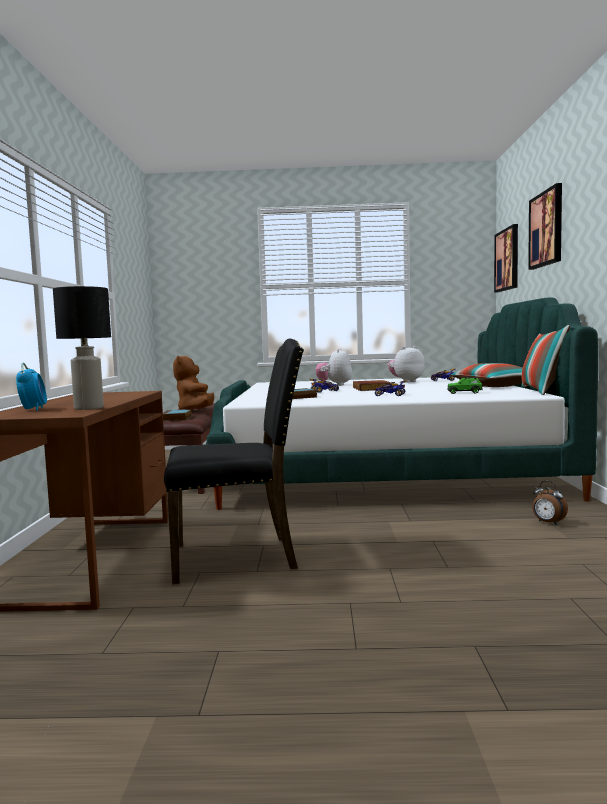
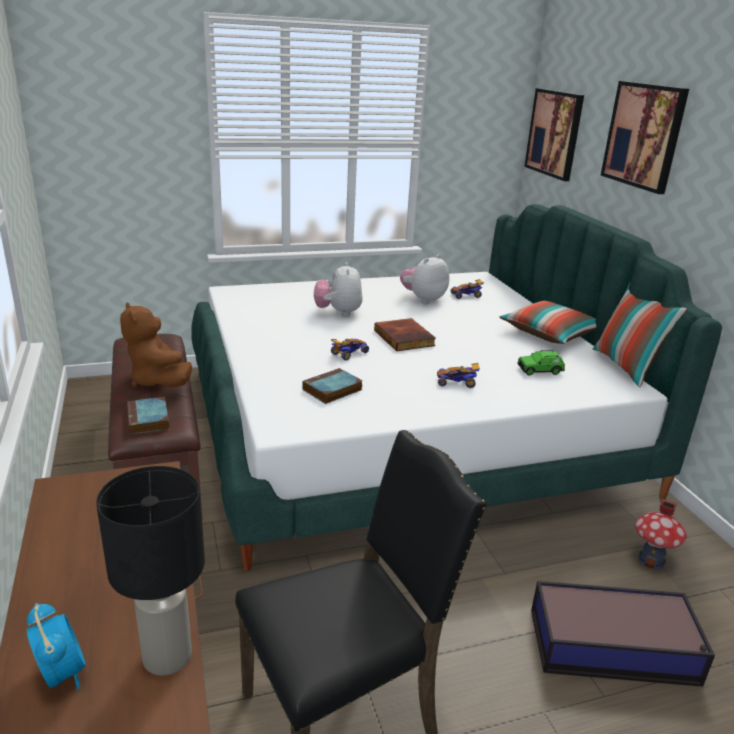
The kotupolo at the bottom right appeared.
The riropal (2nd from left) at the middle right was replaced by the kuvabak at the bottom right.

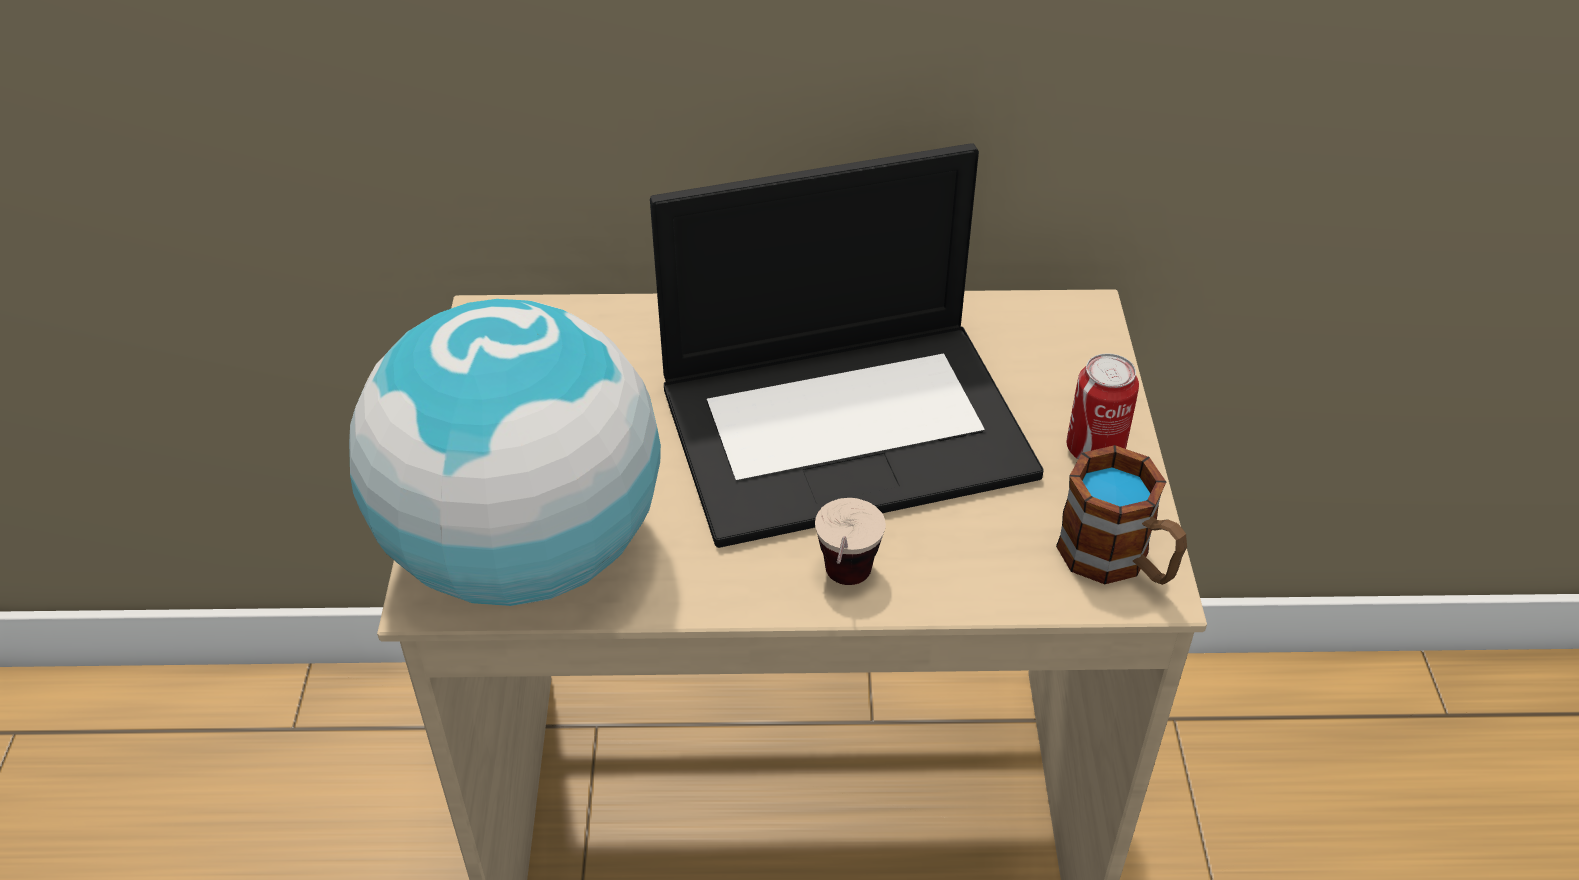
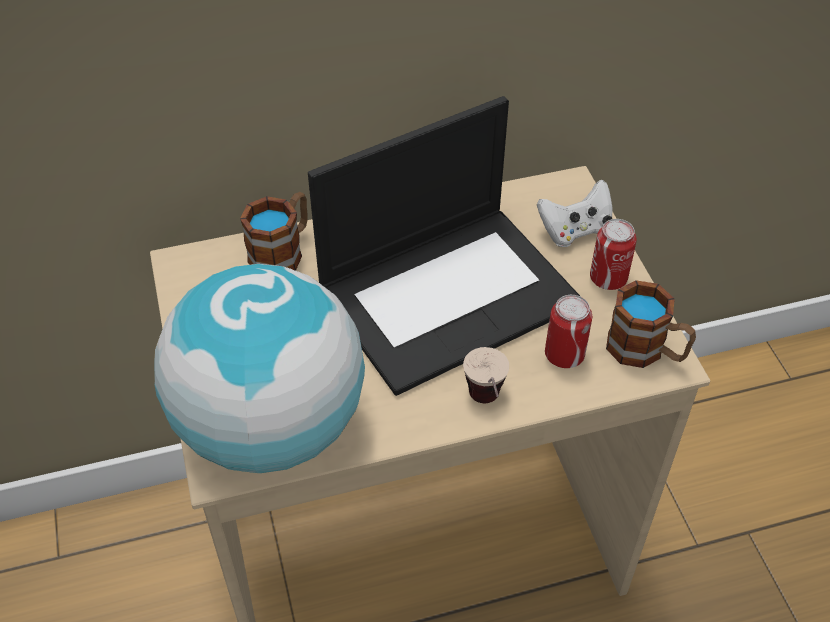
The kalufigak (1st from left) at the middle left appeared.
The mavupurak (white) at the middle right appeared.
The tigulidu (1st from left) at the middle right appeared.

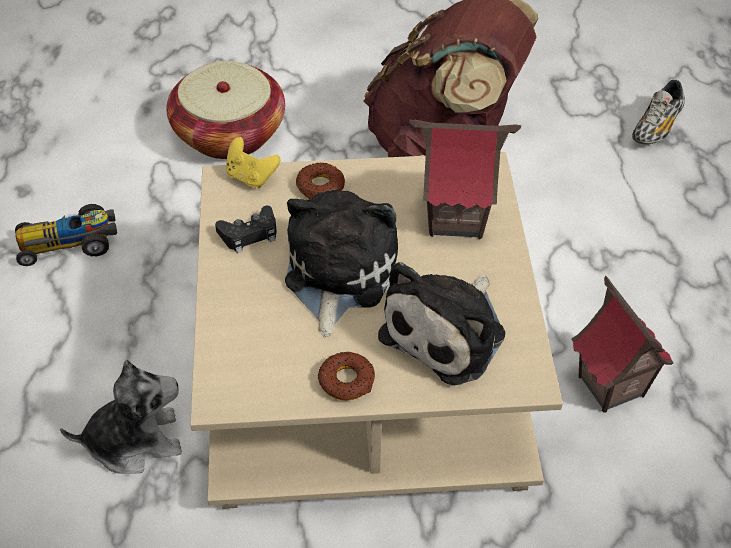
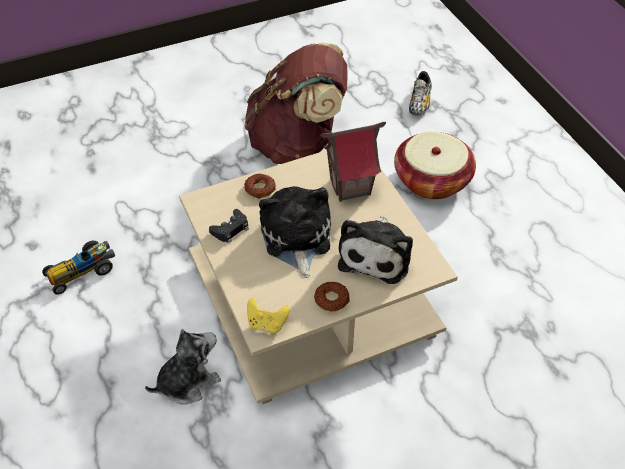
The kuvabak (2nd from left) at the middle right disappeared.
The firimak moved from the top left to the middle right.
The mavupurak (yellow) moved from the top centre to the bottom centre.

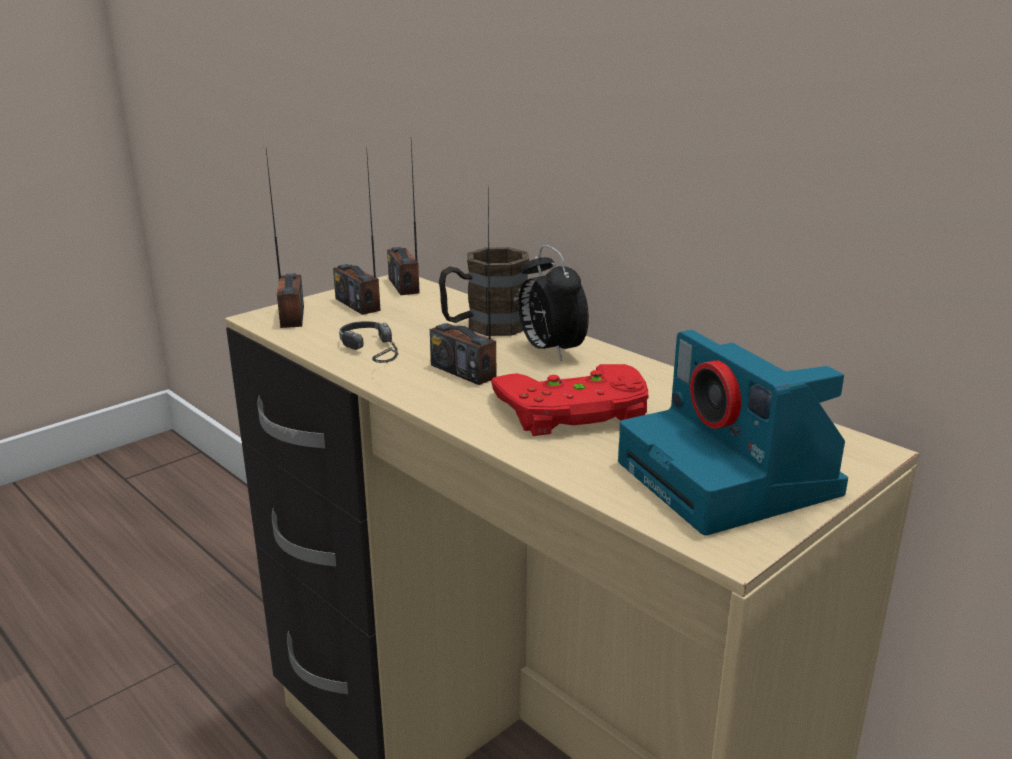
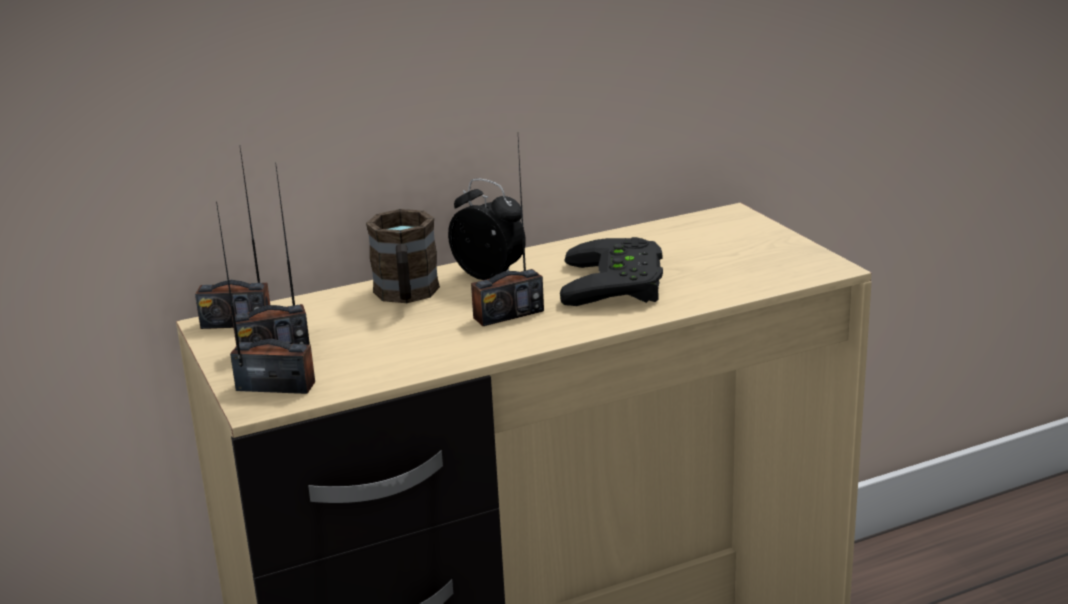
The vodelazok at the centre disappeared.
The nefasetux at the middle right disappeared.
The mavupurak (red) at the centre became the mavupurak (black) at the centre.
The riropal at the centre turned 135 degrees counterclockwise.

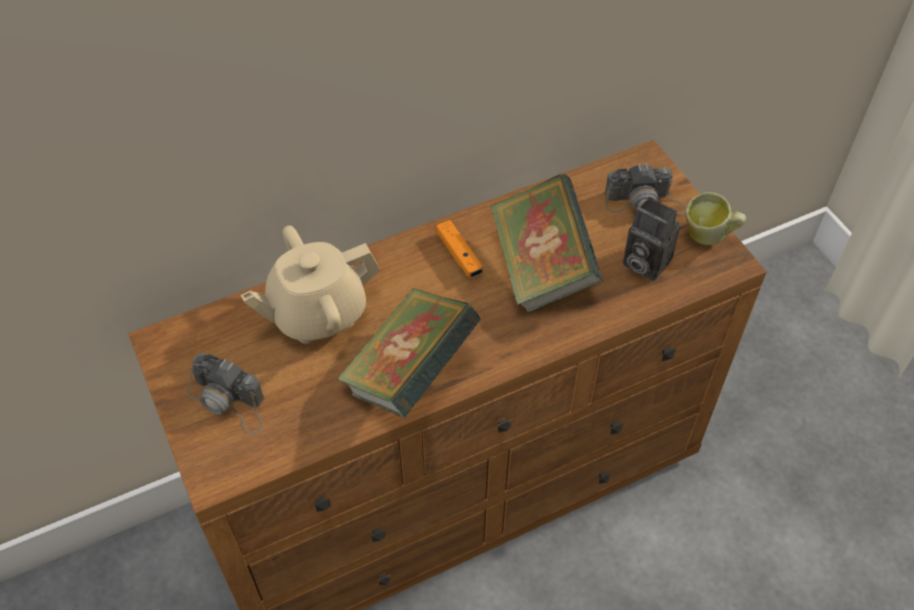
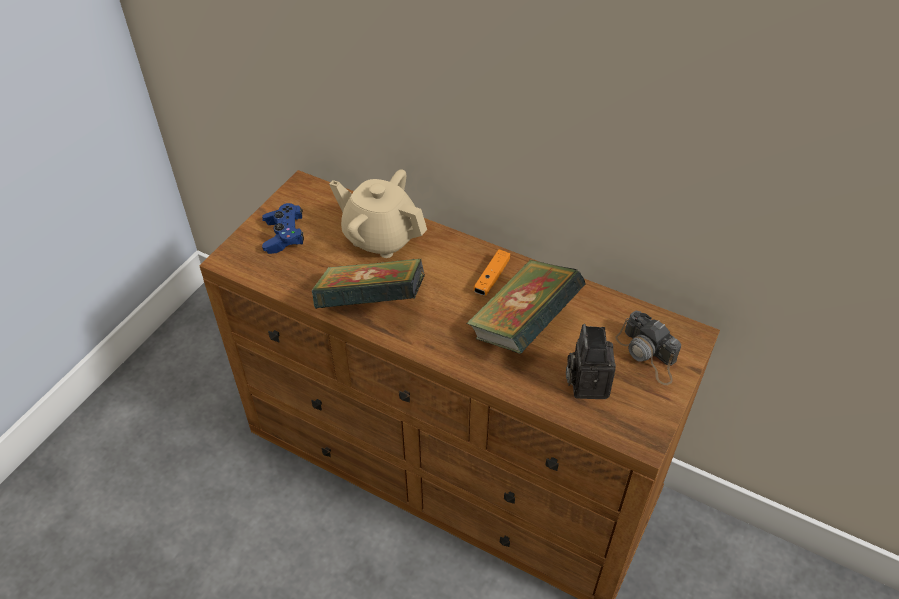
The kalufigak at the middle right disappeared.
The nefasetux (1st from left) at the middle left was replaced by the mavupurak (blue) at the middle left.

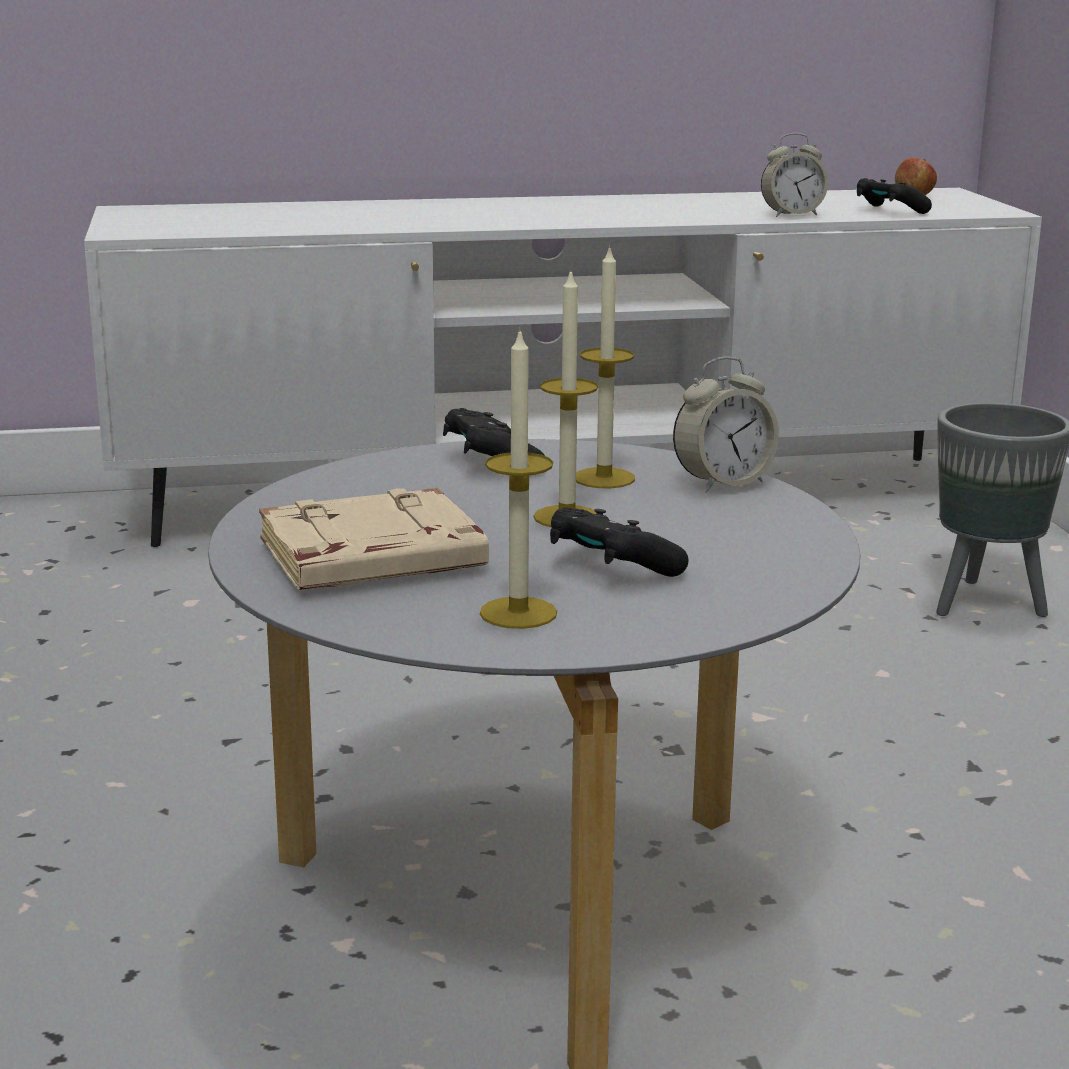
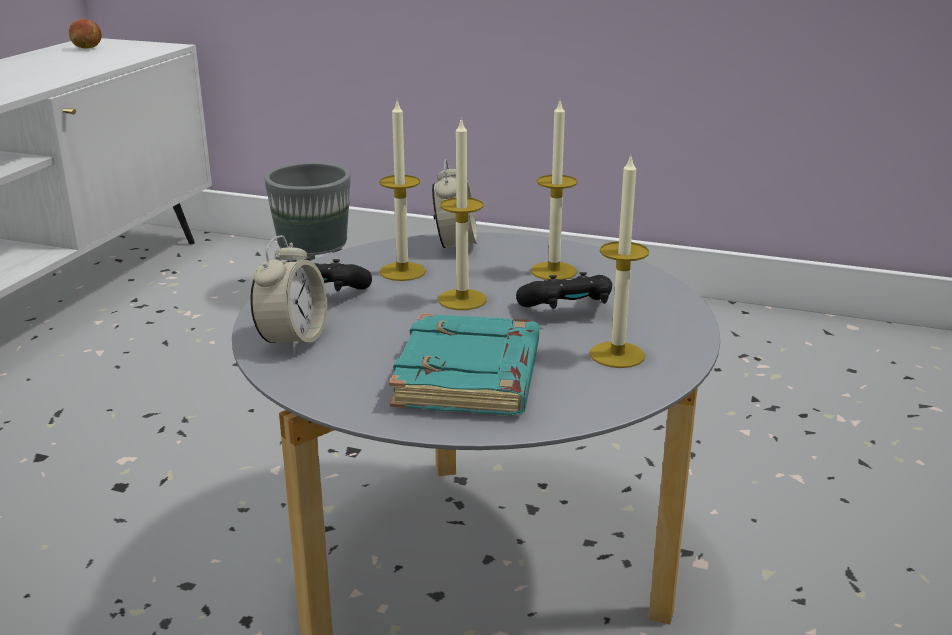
The mavupurak (black) (3rd from left) at the top right disappeared.
The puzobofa (3rd from left) at the top centre appeared.
The riropal (2nd from left in the first image) moved from the top right to the middle left.
The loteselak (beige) at the centre became the loteselak (turquoise) at the centre.

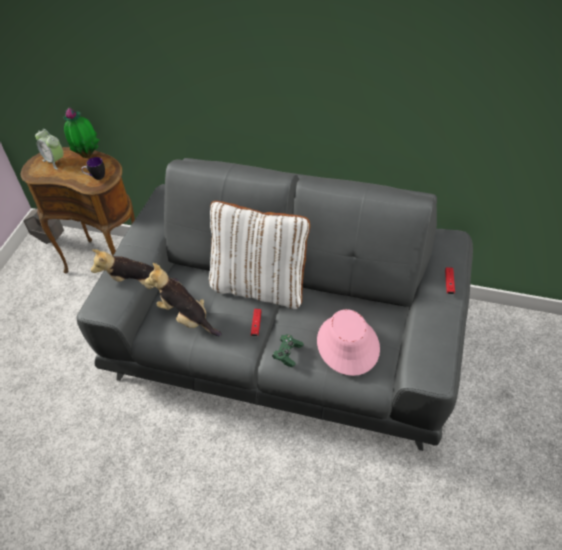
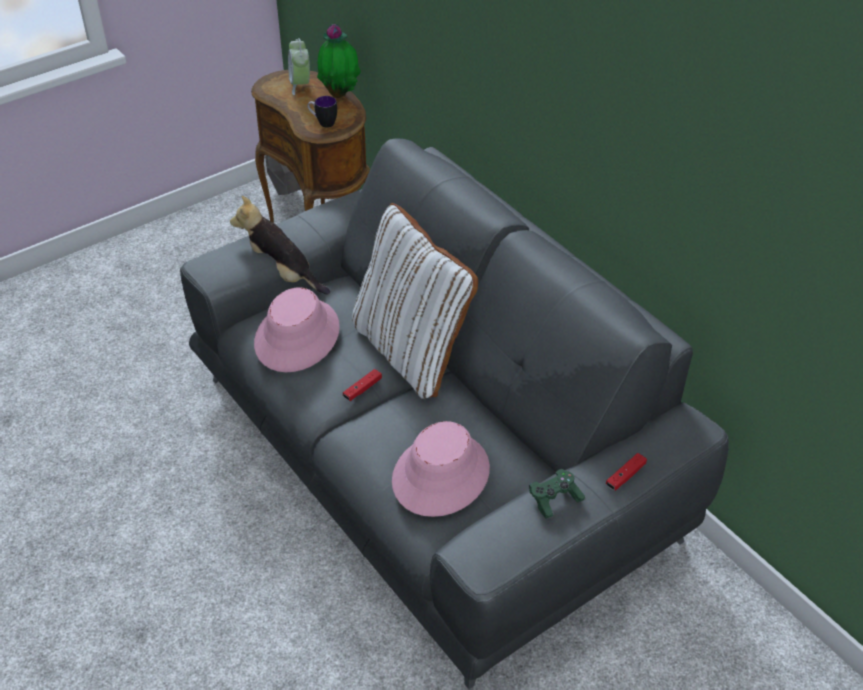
The mavupurak (green) moved from the centre to the bottom centre.
The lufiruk (2nd from left) at the middle left was replaced by the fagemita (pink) (1st from left) at the centre.

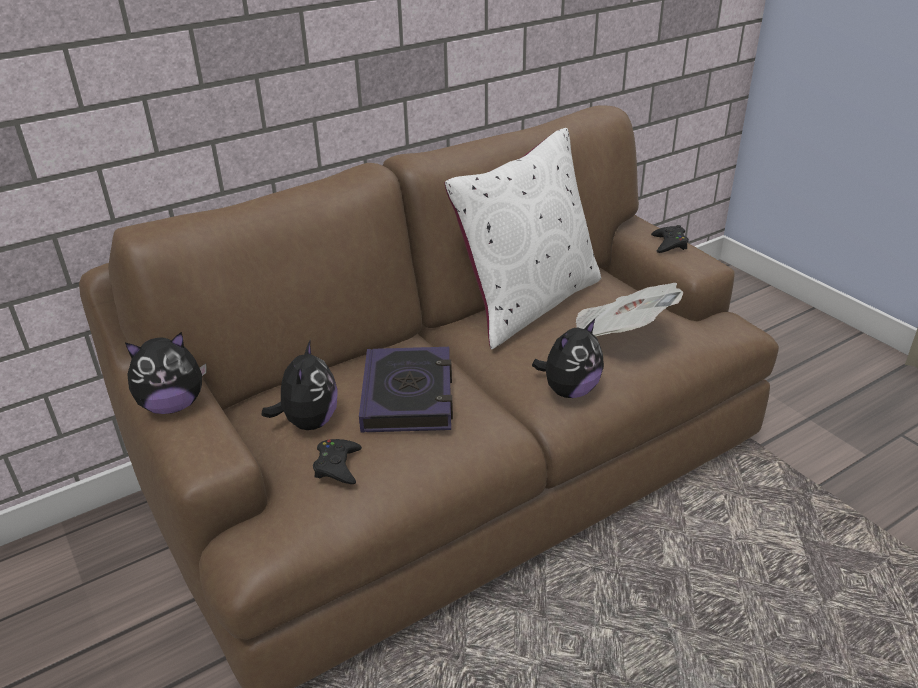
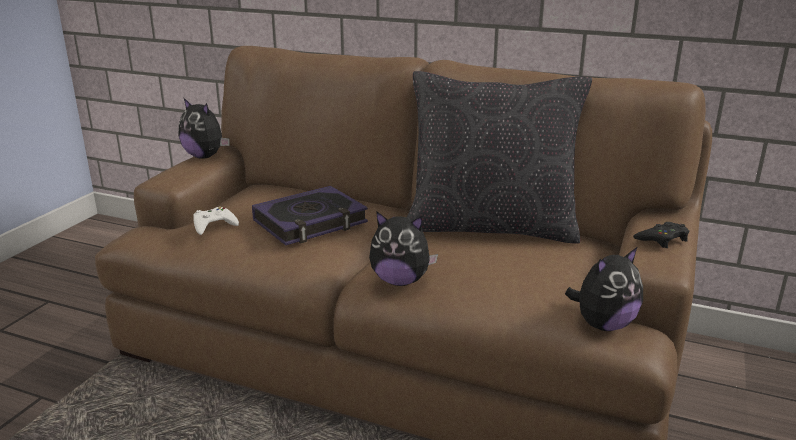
The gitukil at the middle right disappeared.
The lufiruk (2nd from left in the first image) moved from the middle left to the middle right.
The mavupurak (black) (1st from left) at the bottom centre became the mavupurak (white) at the middle left.
The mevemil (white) at the centre became the mevemil (black) at the centre.

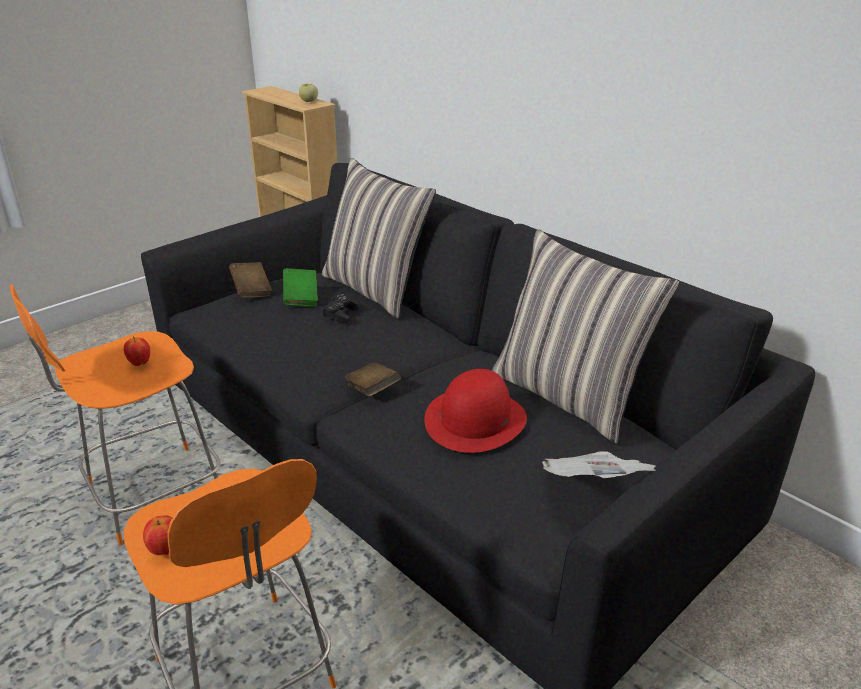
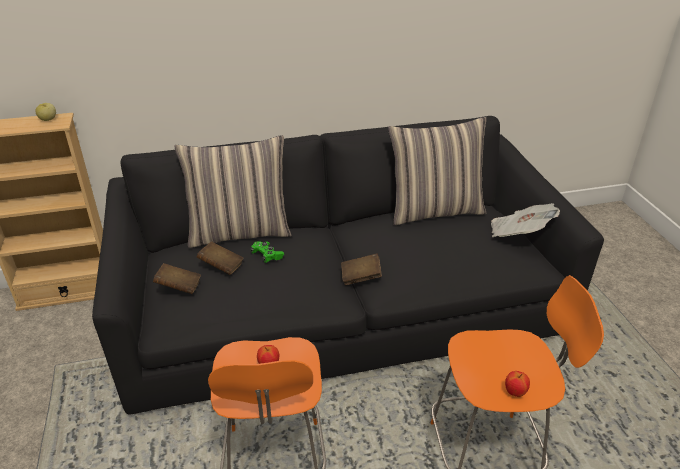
The fagemita (red) at the centre disappeared.
The loteselak (green) at the centre became the loteselak (brown) (2nd from left) at the middle left.
The mavupurak (black) at the centre became the mavupurak (green) at the centre.

